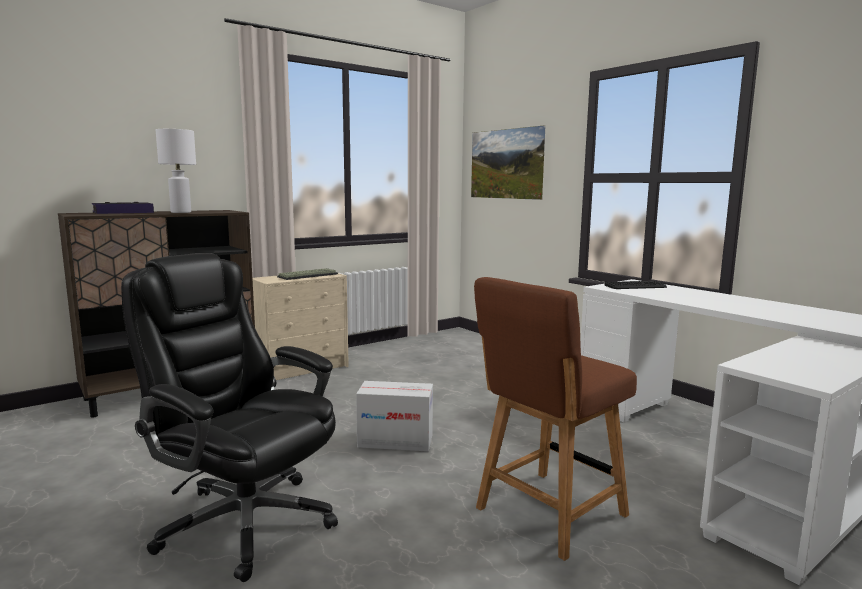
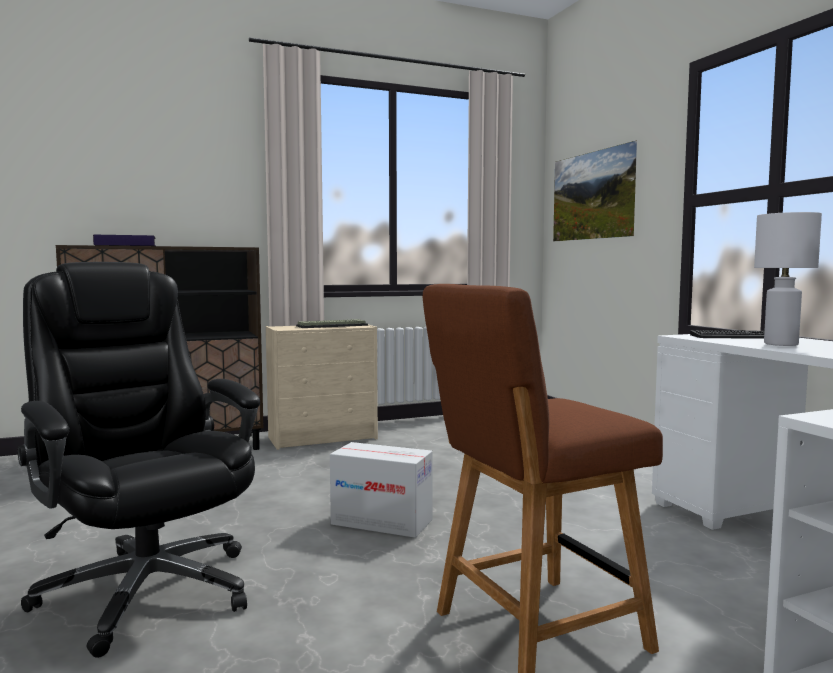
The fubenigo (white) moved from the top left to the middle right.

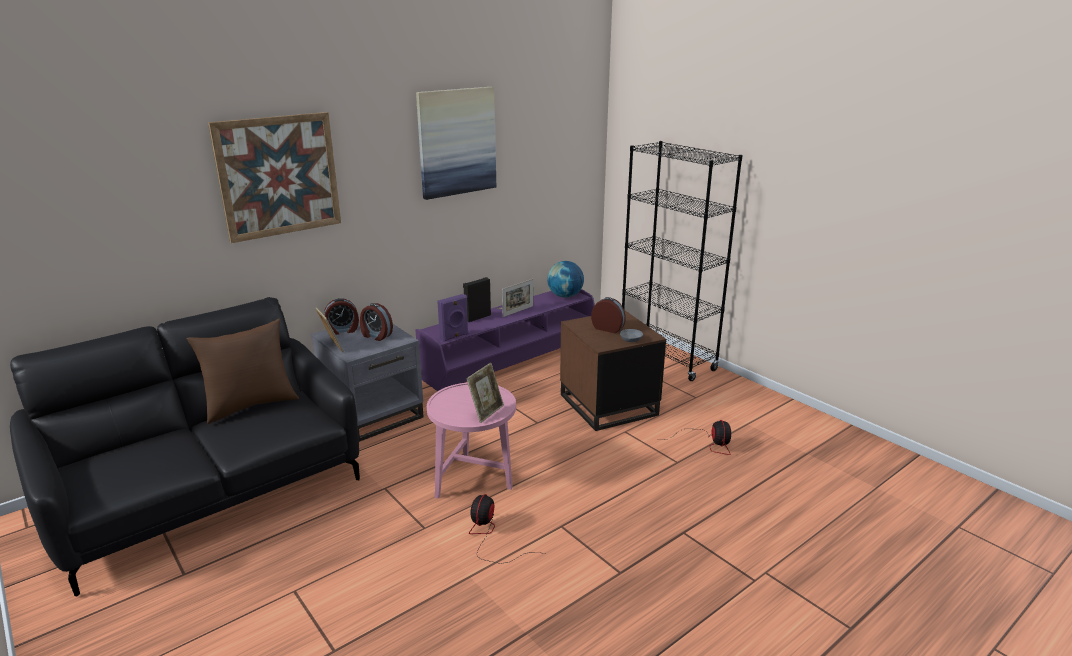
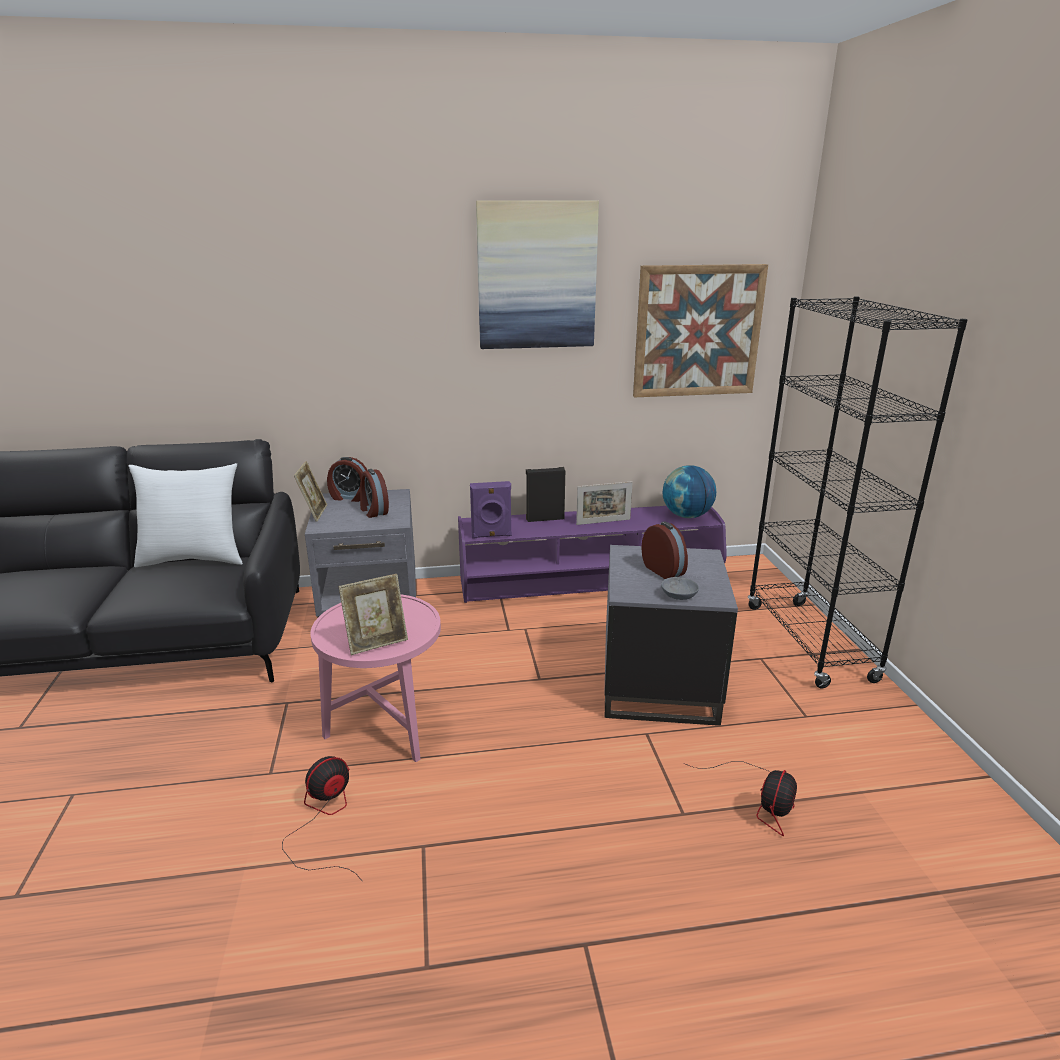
The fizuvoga (1st from left in the first image) moved from the top left to the top centre.
The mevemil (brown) at the middle left became the mevemil (white) at the middle left.
The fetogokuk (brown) at the centre became the fetogokuk (grey) (2nd from left) at the centre.

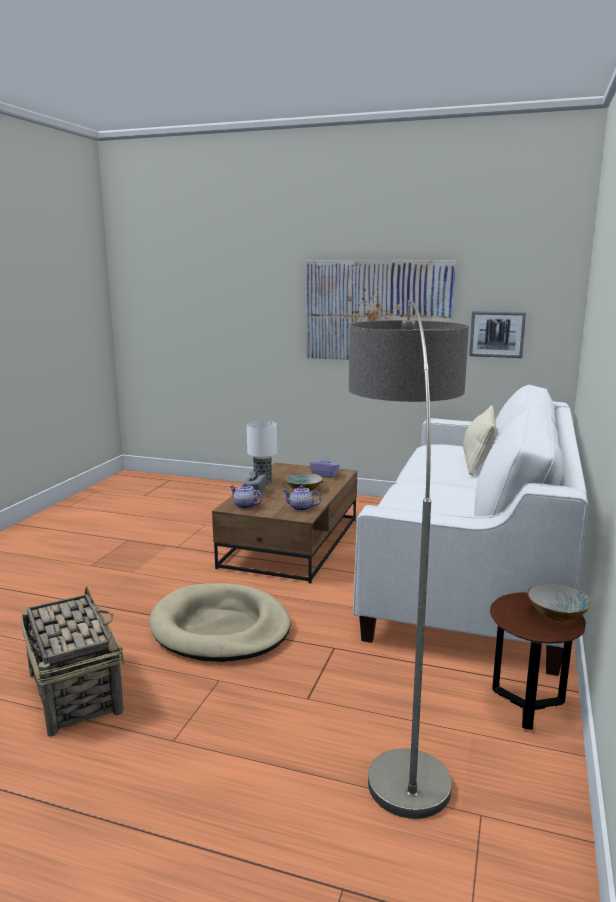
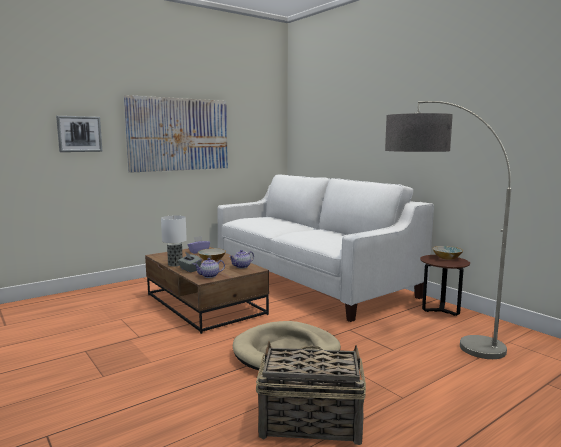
The mevemil (beige) at the middle right disappeared.
The fizuvoga (2nd from left in the first image) moved from the middle right to the top left.

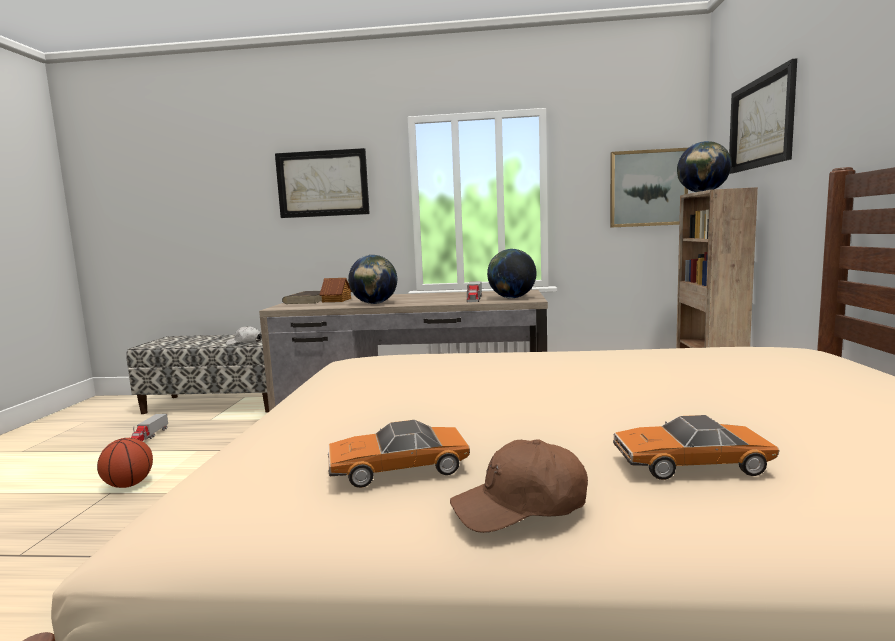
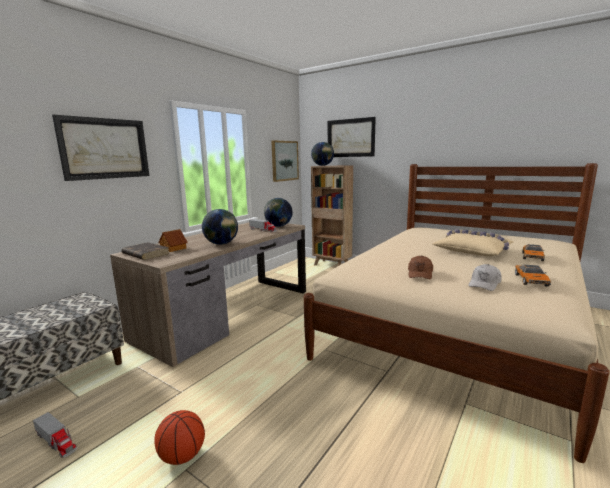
The mevemil (beige) at the middle right appeared.
The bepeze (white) moved from the middle left to the middle right.
The bepeze (brown) moved from the bottom centre to the middle right.

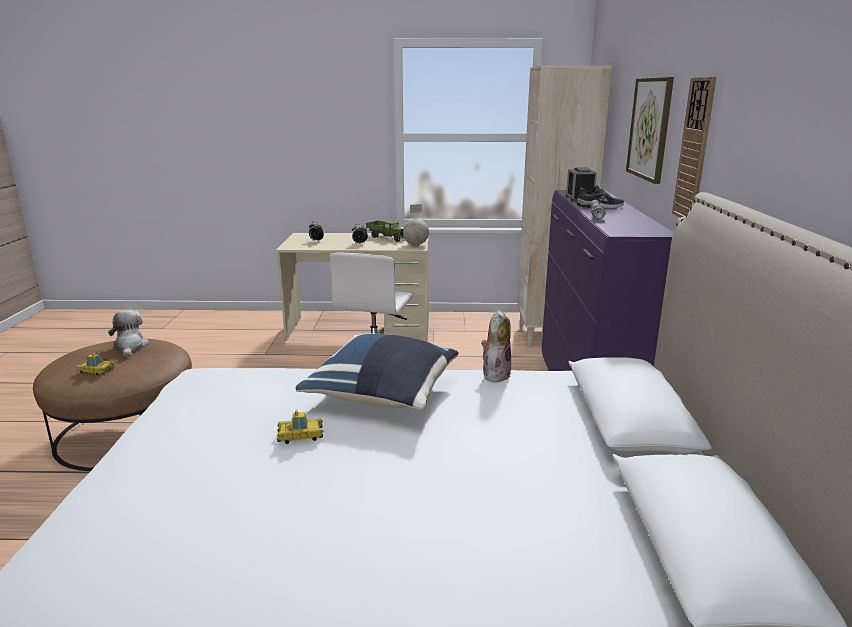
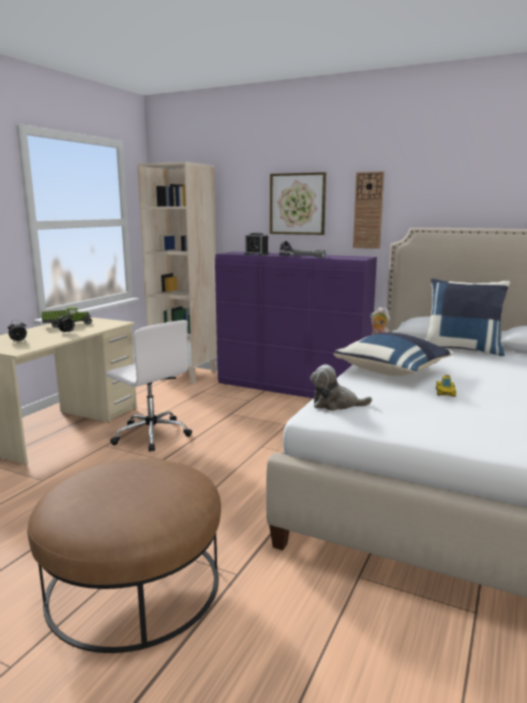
The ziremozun (1st from left) at the middle left disappeared.
The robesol at the centre disappeared.
The mevemil (blue) (2nd from left) at the middle right appeared.
The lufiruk (1st from left) moved from the middle left to the centre.

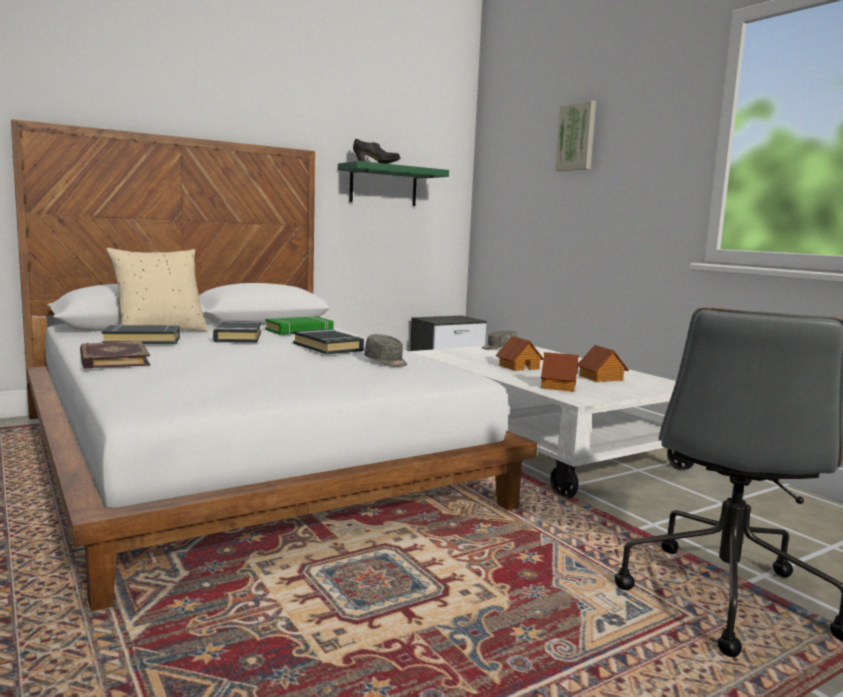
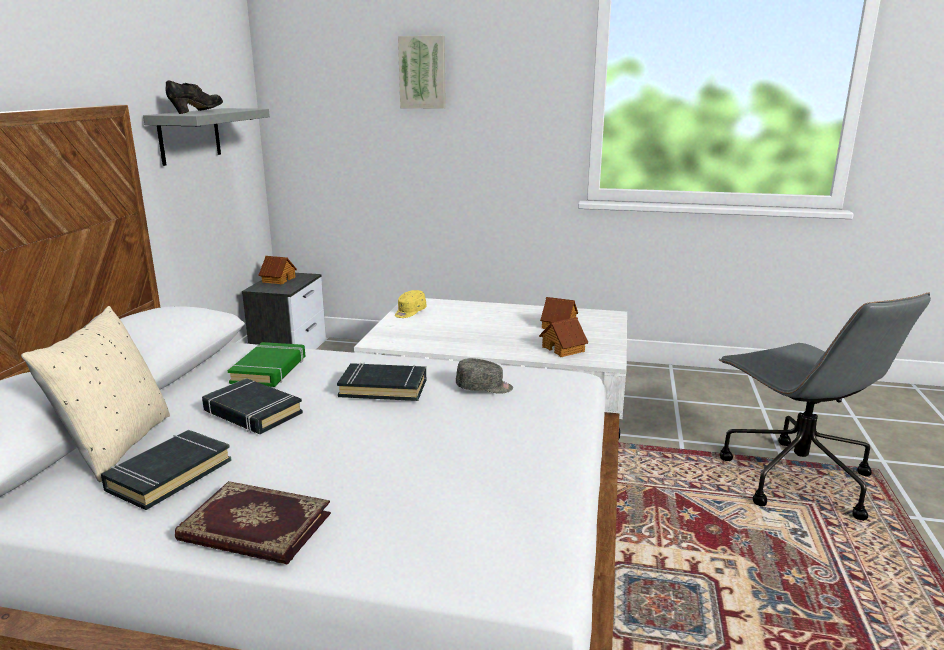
The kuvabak (1st from left) moved from the centre to the middle left.
The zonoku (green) at the top centre became the zonoku (grey) at the top left.
The bepeze (grey) (2nd from left) at the centre became the bepeze (yellow) at the centre.

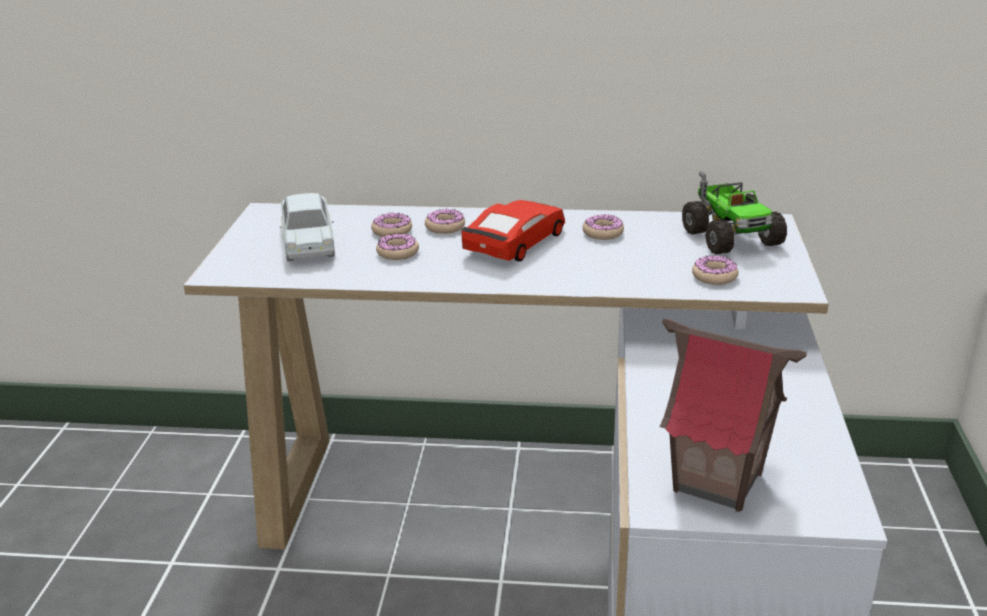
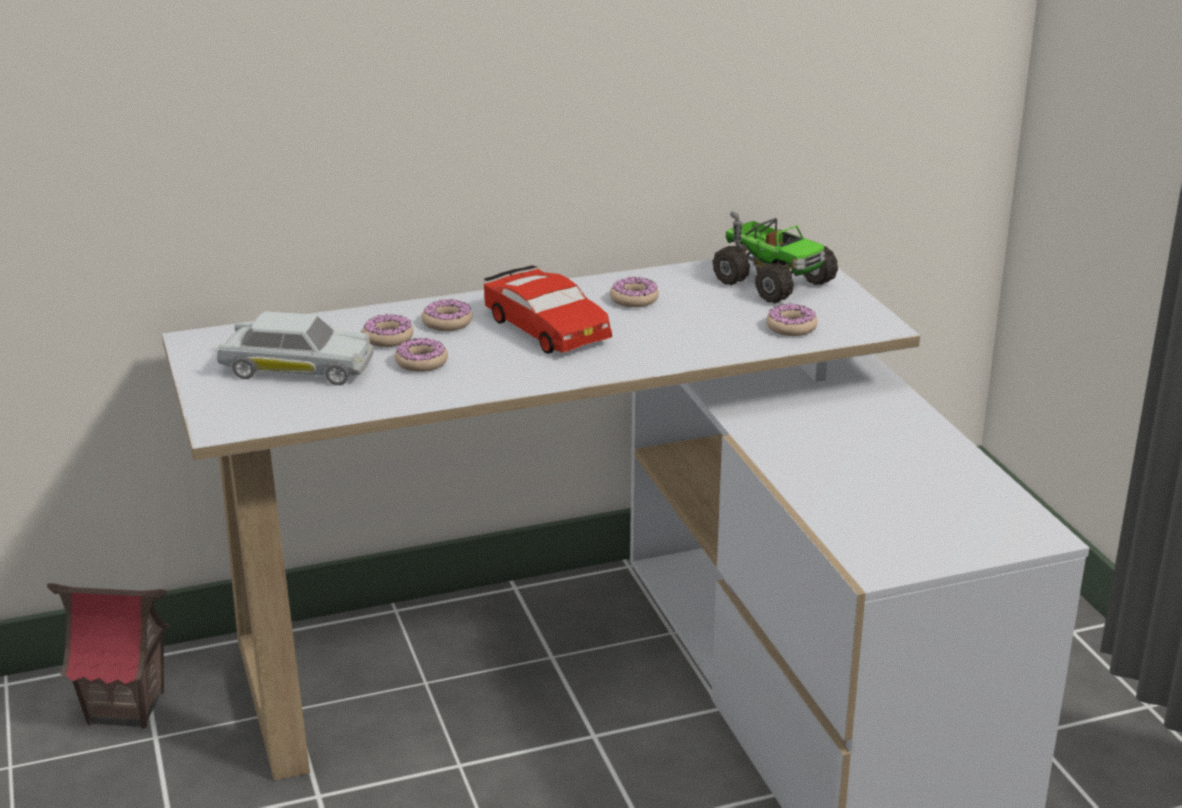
The kuvabak moved from the bottom right to the bottom left.
The ziremozun (white) at the middle left turned 45 degrees counterclockwise.
The ziremozun (red) at the centre turned 135 degrees clockwise.

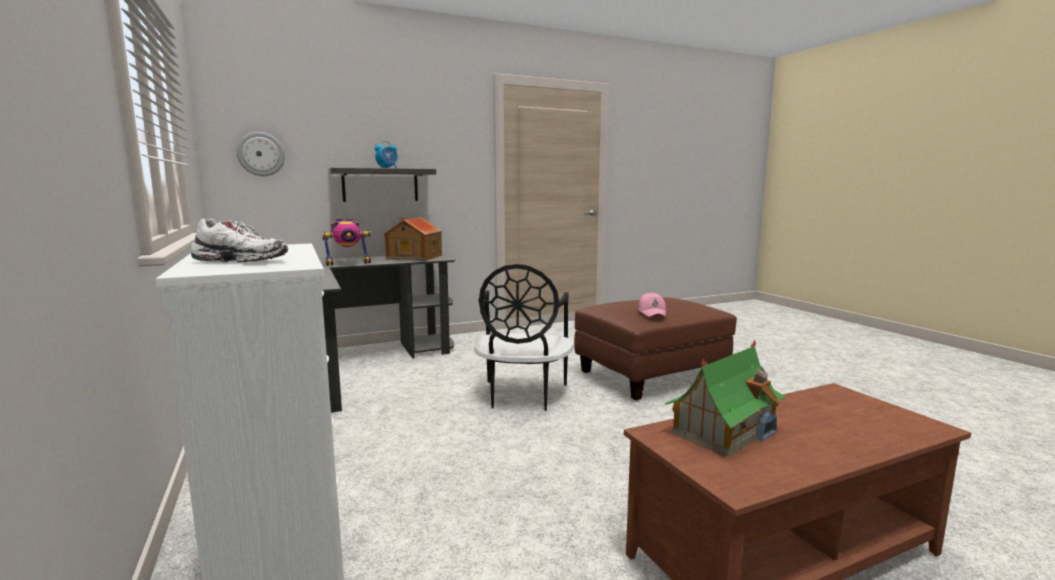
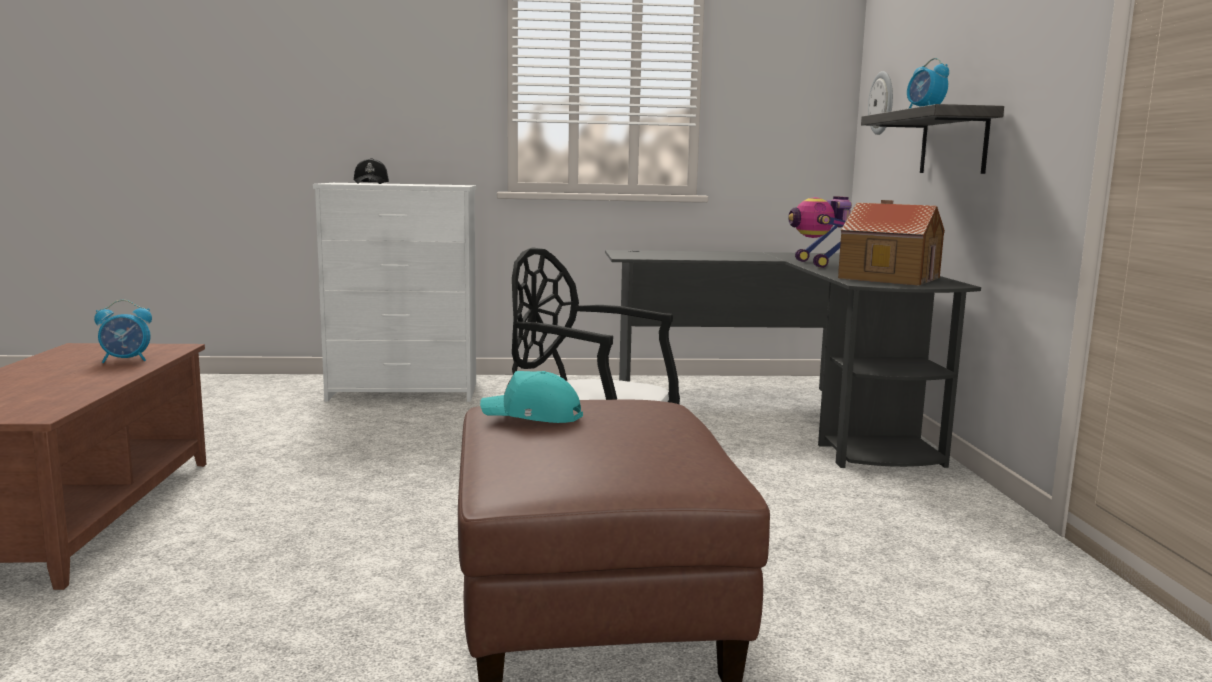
The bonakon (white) at the middle left was replaced by the bepeze (black) at the top left.
The kuvabak (2nd from left) at the bottom right was replaced by the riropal (1st from left) at the middle left.
The bepeze (pink) at the centre became the bepeze (turquoise) at the centre.

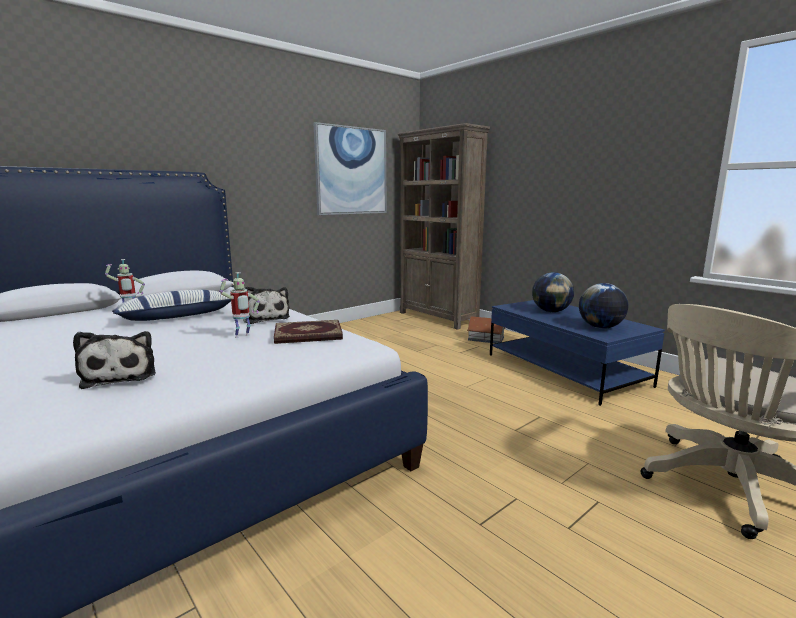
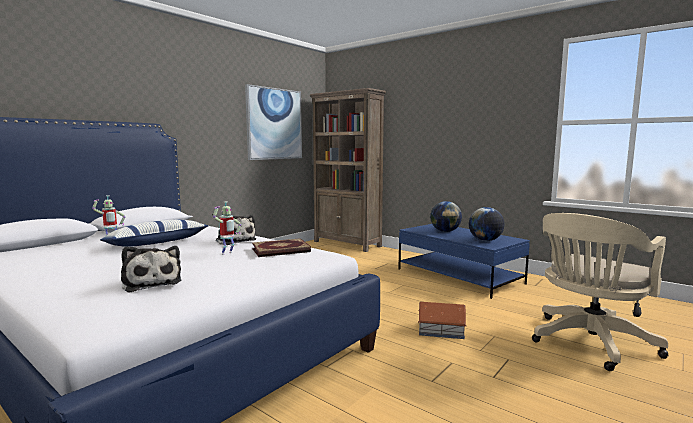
The kuvabak moved from the centre to the bottom centre.

